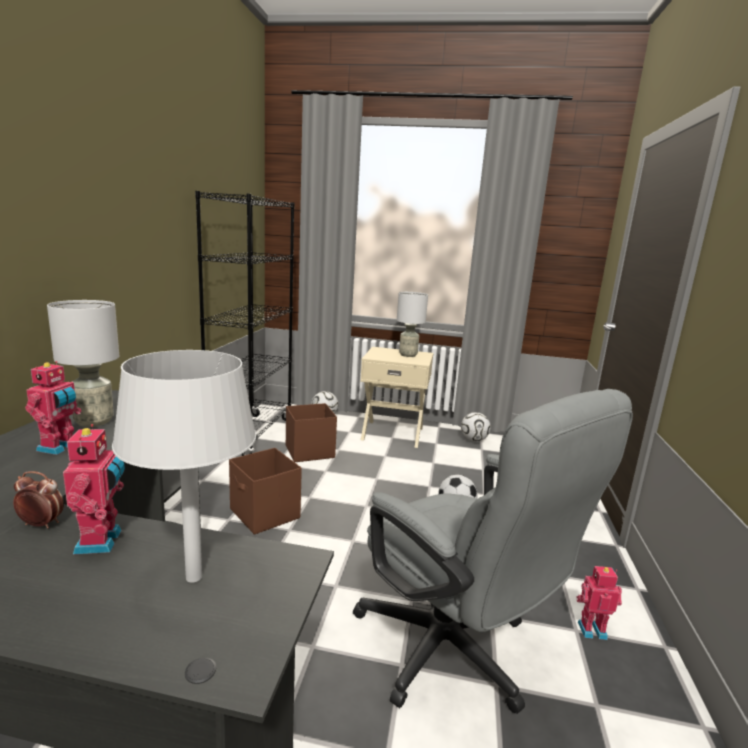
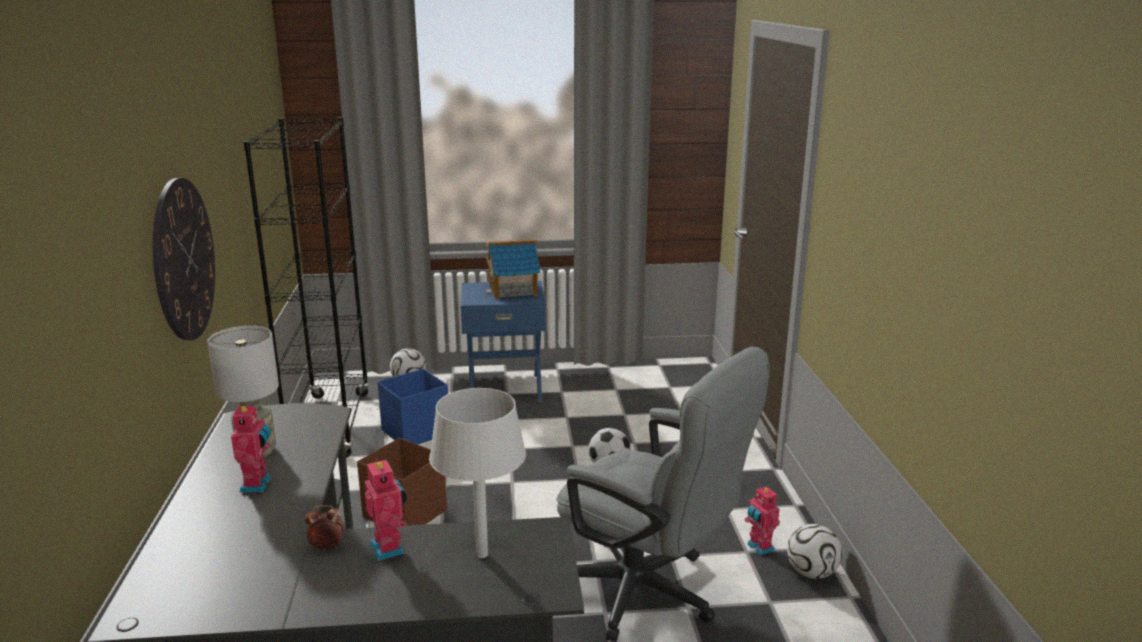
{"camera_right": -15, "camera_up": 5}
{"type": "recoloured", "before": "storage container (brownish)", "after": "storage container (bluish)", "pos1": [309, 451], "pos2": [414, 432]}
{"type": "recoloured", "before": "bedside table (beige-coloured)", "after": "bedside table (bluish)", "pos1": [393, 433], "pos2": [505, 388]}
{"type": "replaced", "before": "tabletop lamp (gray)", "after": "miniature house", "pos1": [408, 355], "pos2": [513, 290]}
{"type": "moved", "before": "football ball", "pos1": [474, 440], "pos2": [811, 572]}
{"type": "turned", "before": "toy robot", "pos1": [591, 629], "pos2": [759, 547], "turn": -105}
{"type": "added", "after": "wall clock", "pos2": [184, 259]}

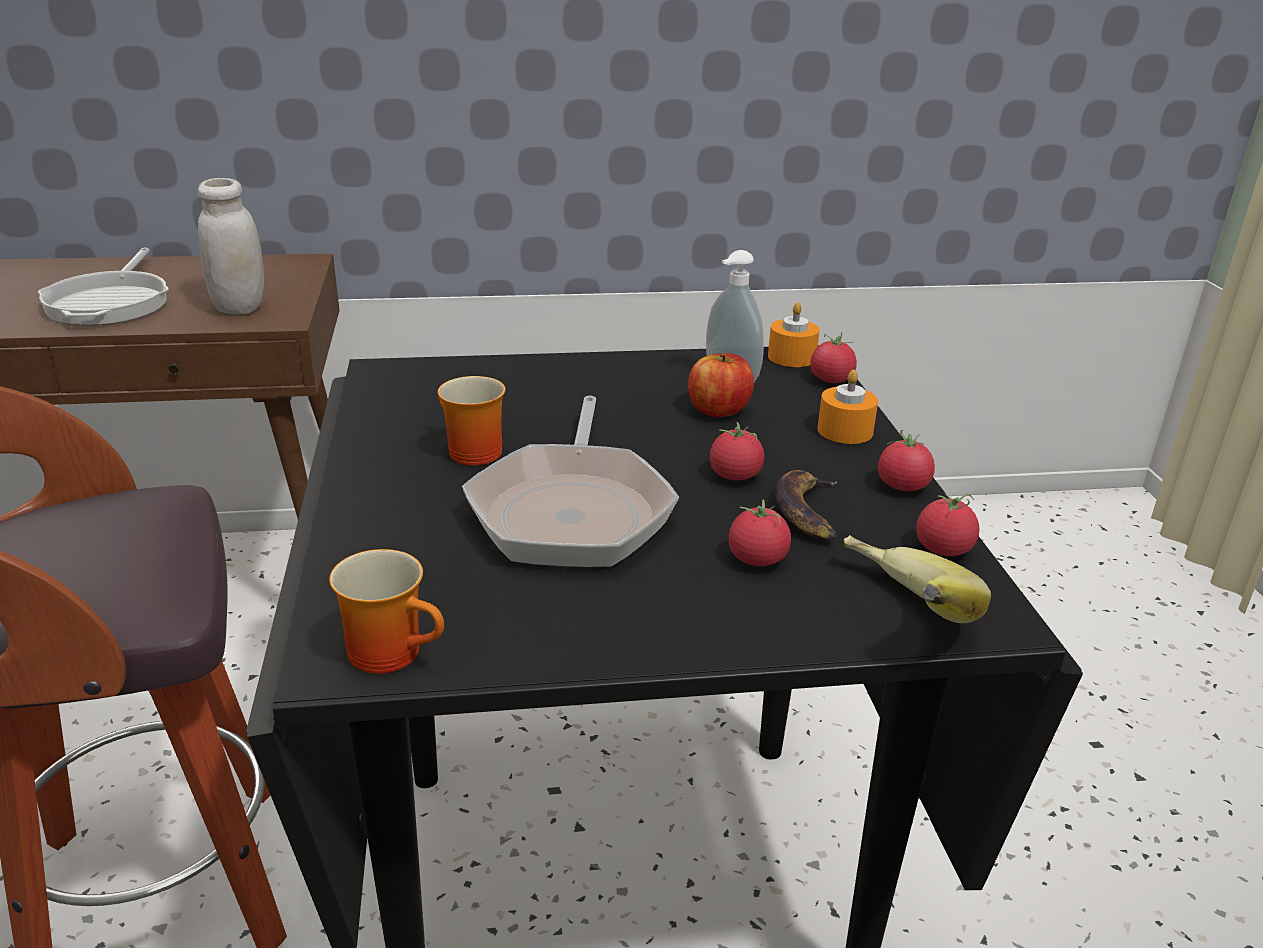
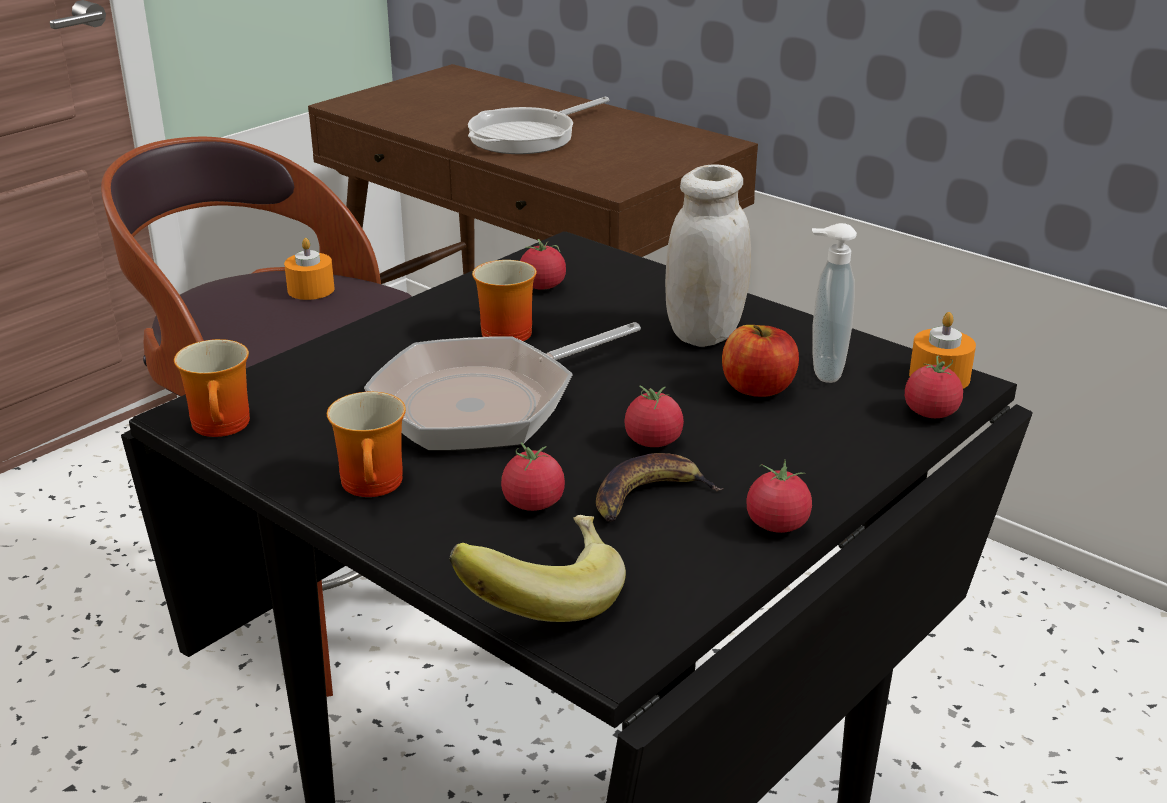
{"camera_right": 50, "camera_up": 0}
{"type": "moved", "before": "jar (whitish)", "pos1": [239, 307], "pos2": [705, 333]}
{"type": "moved", "before": "candle (orange-coloured)", "pos1": [845, 431], "pos2": [311, 289]}
{"type": "moved", "before": "whole tomato", "pos1": [943, 549], "pos2": [542, 286]}
{"type": "added", "after": "coffee mug", "pos2": [377, 485]}

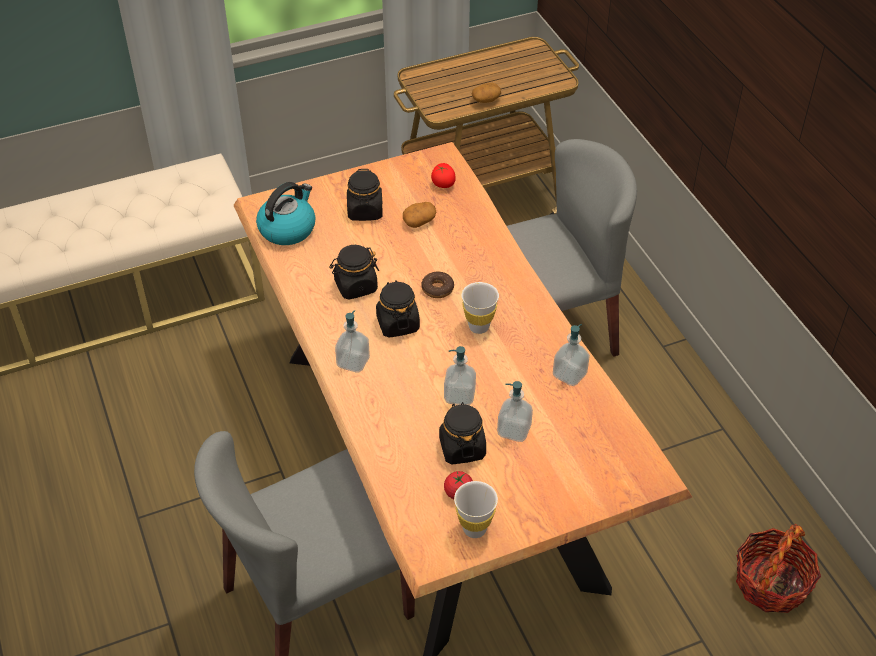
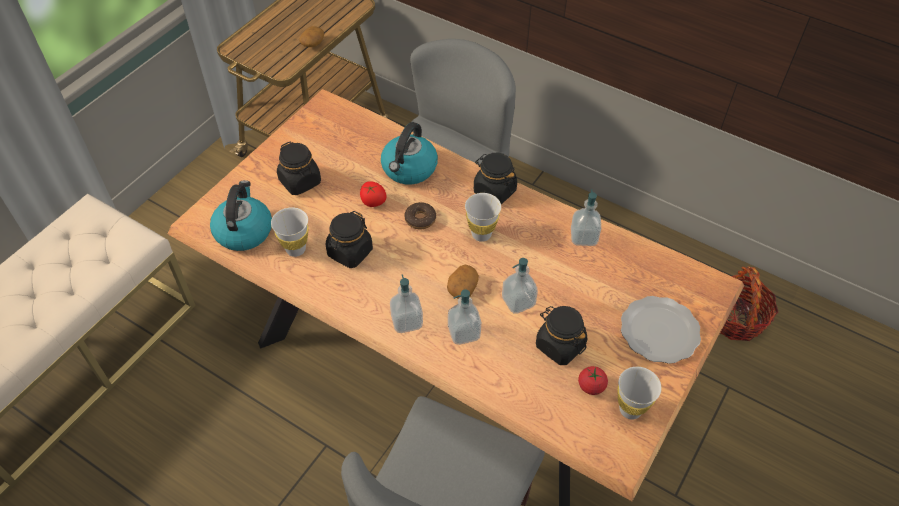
{"camera_right": -35, "camera_up": 5}
{"type": "moved", "before": "jar (blackish)", "pos1": [397, 323], "pos2": [494, 191]}
{"type": "moved", "before": "potato", "pos1": [419, 221], "pos2": [462, 288]}
{"type": "moved", "before": "whole tomato", "pos1": [443, 184], "pos2": [373, 202]}
{"type": "moved", "before": "soap bottle", "pos1": [514, 430], "pos2": [464, 332]}
{"type": "added", "after": "cup (whitish)", "pos2": [296, 249]}
{"type": "added", "after": "water kettle", "pos2": [409, 169]}
{"type": "added", "after": "dinner plate", "pos2": [658, 330]}

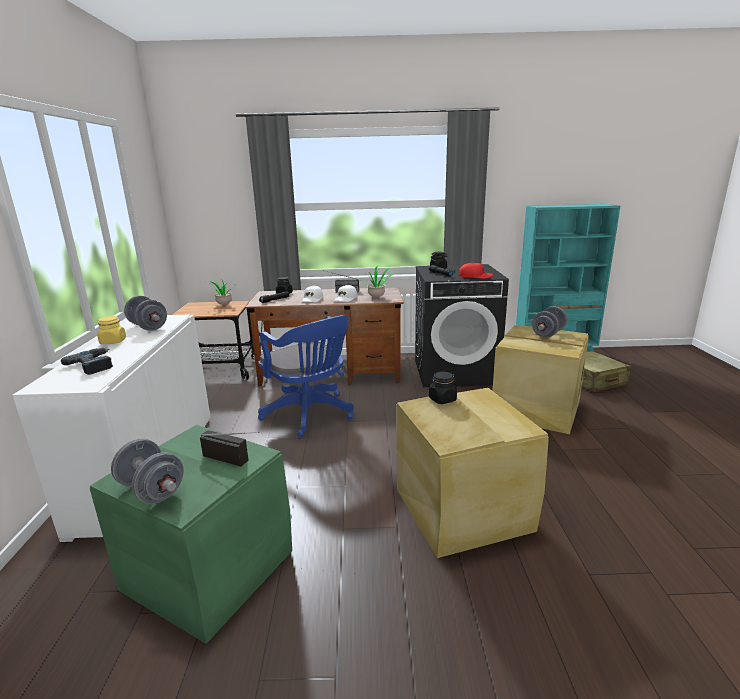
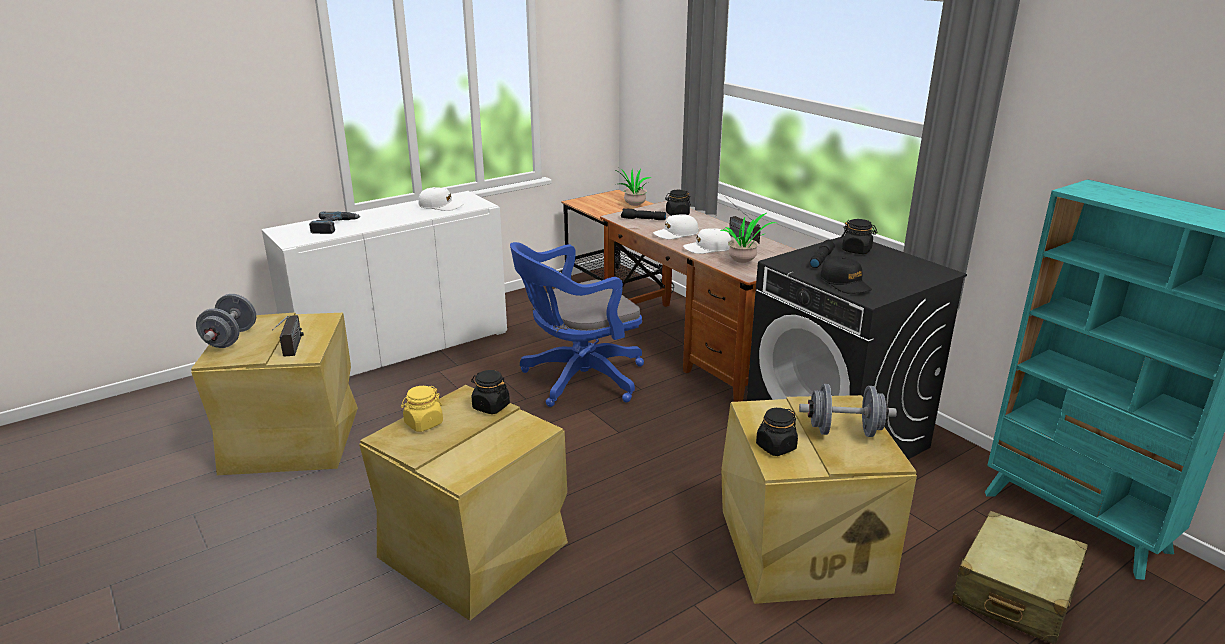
{"camera_right": 55, "camera_up": 5}
{"type": "recoloured", "before": "storage container (green)", "after": "storage container (beige-coloured)", "pos1": [209, 567], "pos2": [294, 438]}
{"type": "moved", "before": "jar (yellow-coloured)", "pos1": [113, 342], "pos2": [423, 423]}
{"type": "replaced", "before": "free weight (gray)", "after": "baseball cap (whitish)", "pos1": [148, 327], "pos2": [441, 206]}
{"type": "turned", "before": "office chair (bluish)", "pos1": [310, 414], "pos2": [577, 380], "turn": 45}
{"type": "recoloured", "before": "baseball cap (red-coloured)", "after": "baseball cap (blackish)", "pos1": [475, 276], "pos2": [845, 283]}
{"type": "added", "after": "jar (blackish)", "pos2": [775, 447]}

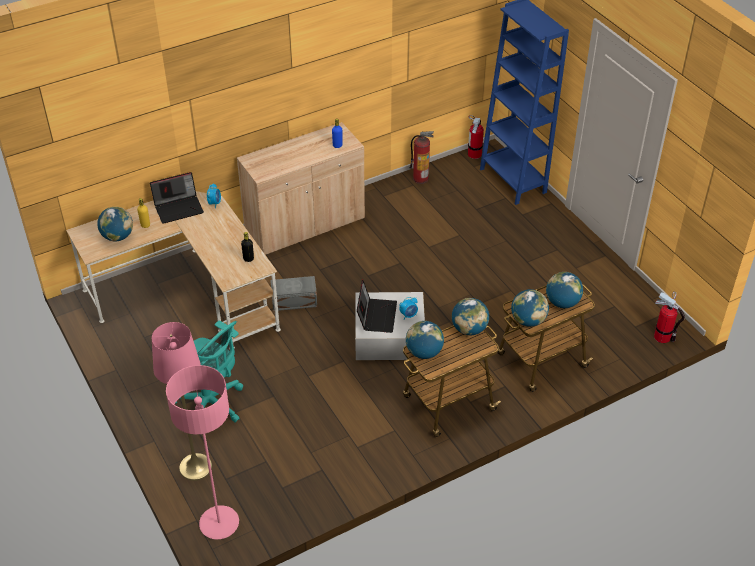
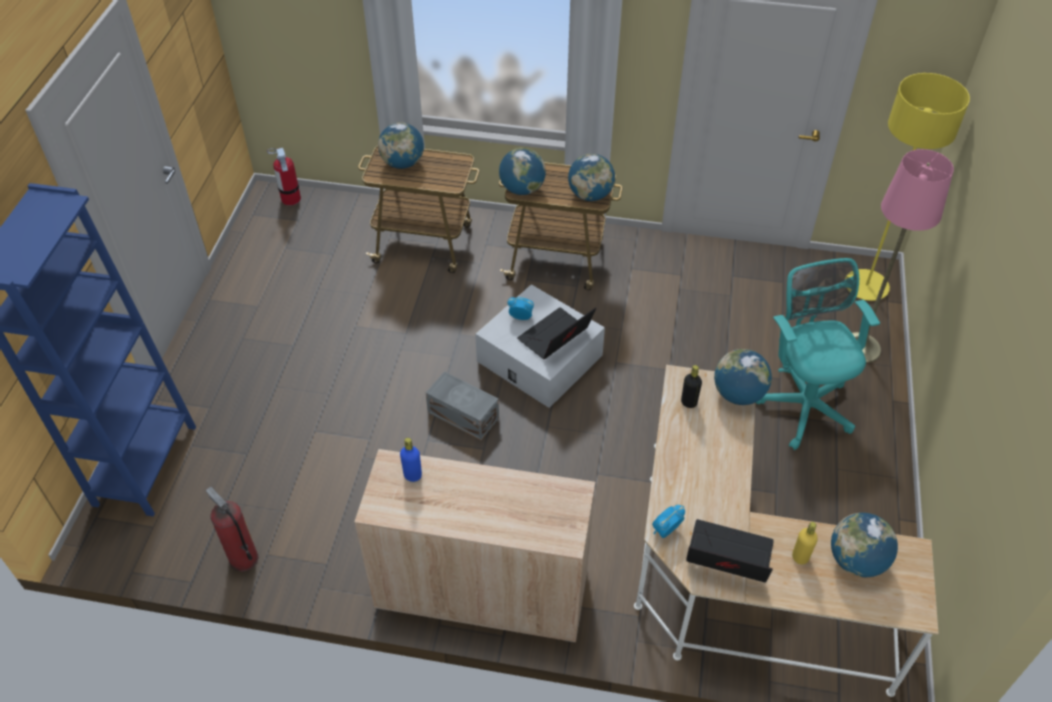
{"camera_right": -140, "camera_up": 5}
{"type": "recoloured", "before": "standing lamp (pinkish)", "after": "standing lamp (yellow-coloured)", "pos1": [219, 523], "pos2": [866, 286]}
{"type": "moved", "before": "storage container (gray)", "pos1": [295, 301], "pos2": [463, 414]}
{"type": "removed", "before": "extinguisher", "pos1": [474, 154]}
{"type": "moved", "before": "globe", "pos1": [528, 320], "pos2": [738, 394]}

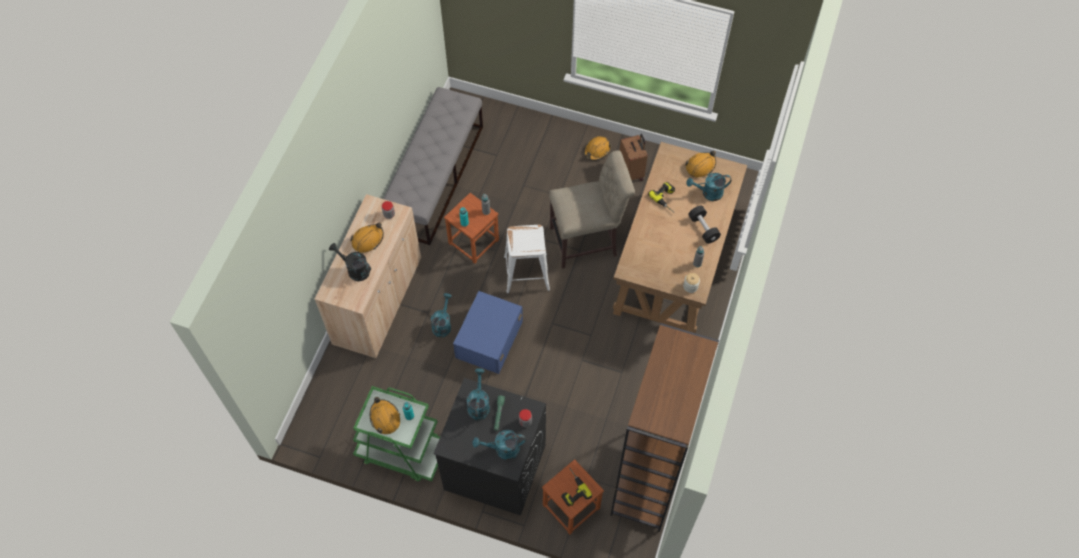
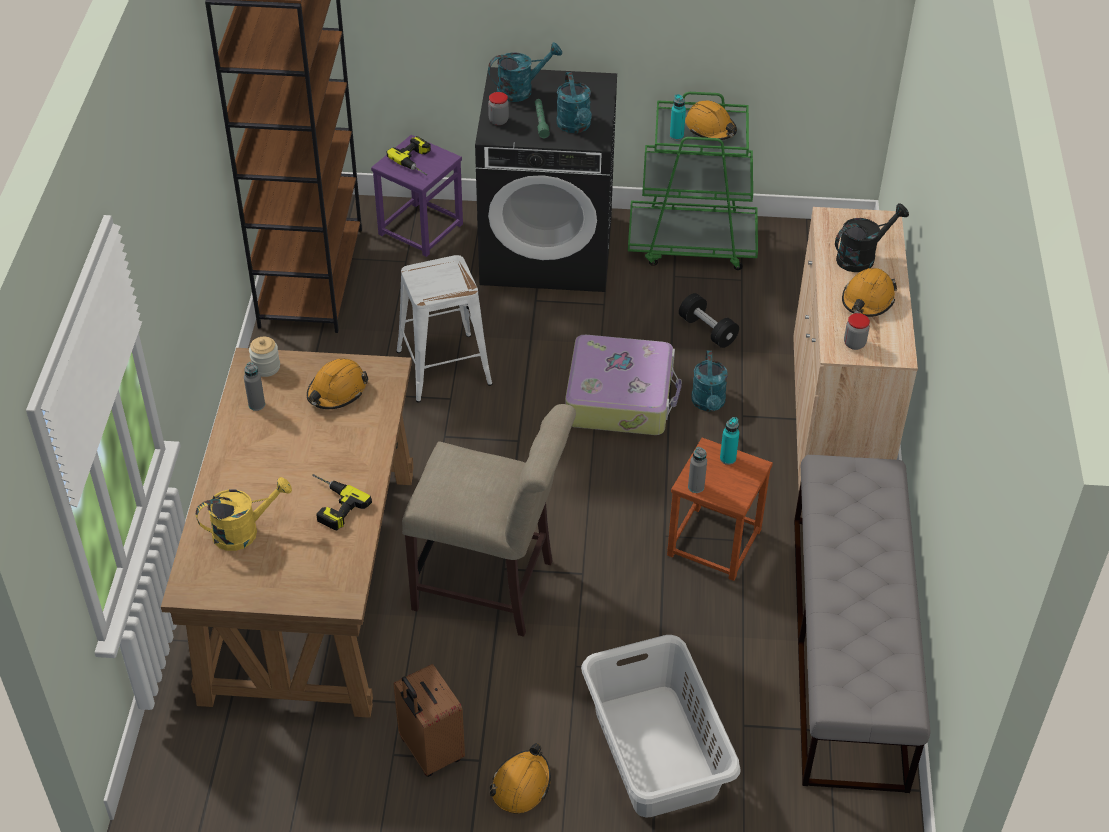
{"camera_right": 165, "camera_up": -15}
{"type": "turned", "before": "sprinkling can (blackish)", "pos1": [355, 270], "pos2": [861, 257], "turn": -45}
{"type": "replaced", "before": "storage container (bluish)", "after": "travel case", "pos1": [488, 340], "pos2": [620, 397]}
{"type": "moved", "before": "sitting stool (whitish)", "pos1": [526, 274], "pos2": [443, 366]}
{"type": "recoloured", "before": "sitting stool (brownish)", "after": "sitting stool (purplish)", "pos1": [571, 507], "pos2": [420, 229]}
{"type": "turned", "before": "upright chair (beige-coloured)", "pos1": [587, 241], "pos2": [491, 587], "turn": -135}
{"type": "moved", "before": "safety helmet (orange-coloured)", "pos1": [700, 166], "pos2": [337, 391]}
{"type": "recoloured", "before": "sprinkling can (turquoise-coloured)", "after": "sprinkling can (yellow-coloured)", "pos1": [708, 193], "pos2": [244, 531]}
{"type": "moved", "before": "free weight (blackish)", "pos1": [703, 229], "pos2": [707, 330]}
{"type": "added", "after": "washing basket (gray)", "pos2": [655, 752]}

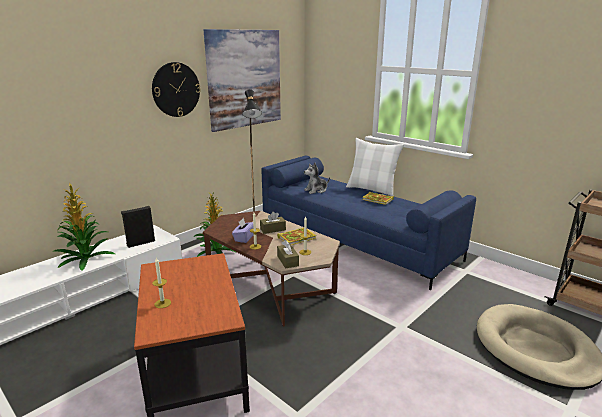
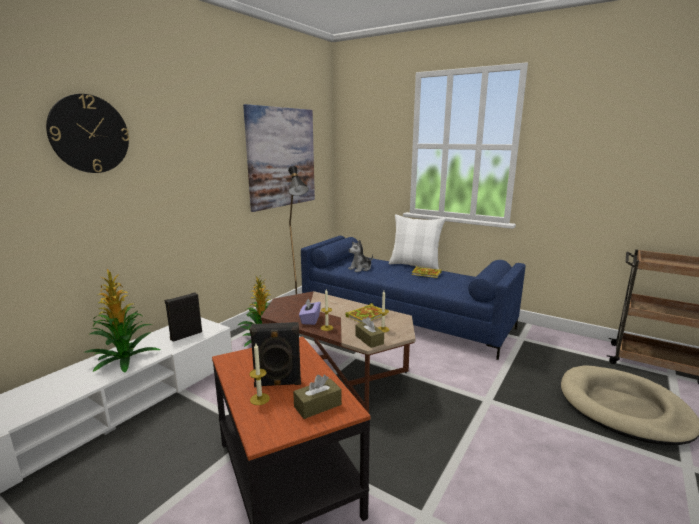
{"camera_right": -10, "camera_up": -5}
{"type": "moved", "before": "wall clock", "pos1": [176, 89], "pos2": [89, 134]}
{"type": "moved", "before": "box of tissues (brownish)", "pos1": [273, 229], "pos2": [317, 405]}
{"type": "added", "after": "loudspeaker (blackish)", "pos2": [278, 384]}

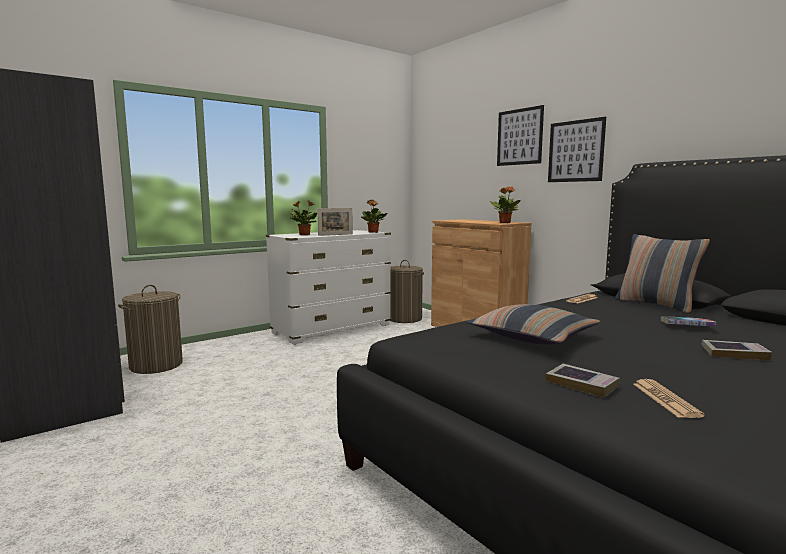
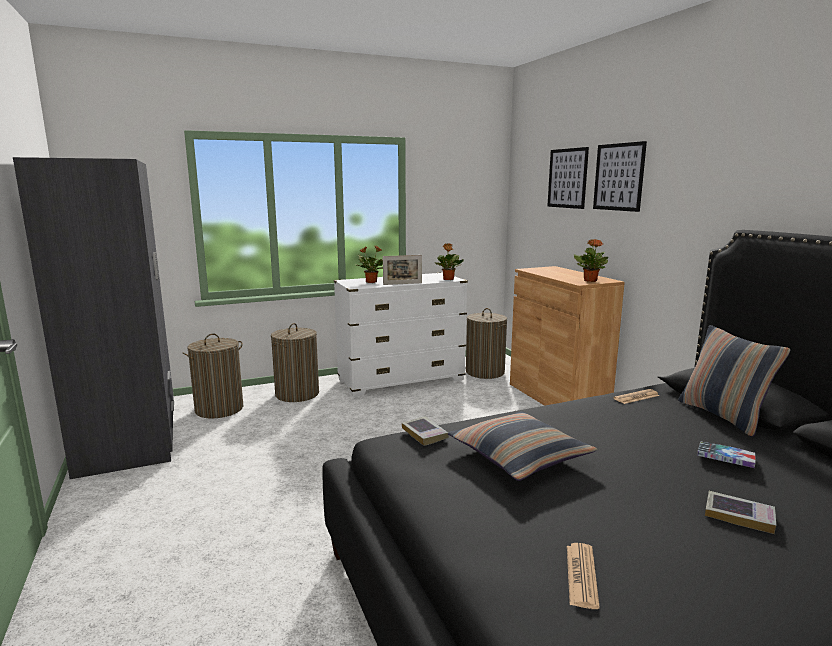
{"camera_right": 15, "camera_up": 5}
{"type": "moved", "before": "book", "pos1": [582, 384], "pos2": [424, 434]}
{"type": "moved", "before": "picture", "pos1": [575, 151], "pos2": [567, 178]}
{"type": "added", "after": "washing basket", "pos2": [297, 394]}

